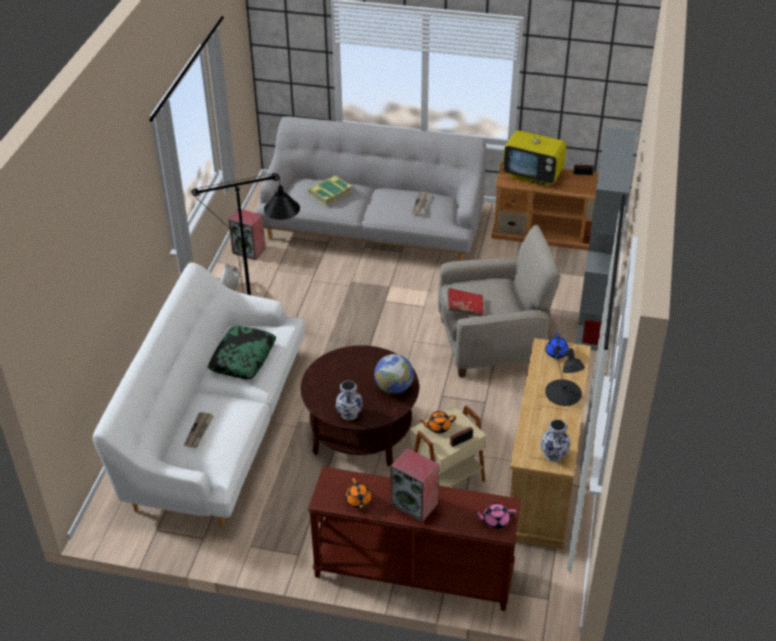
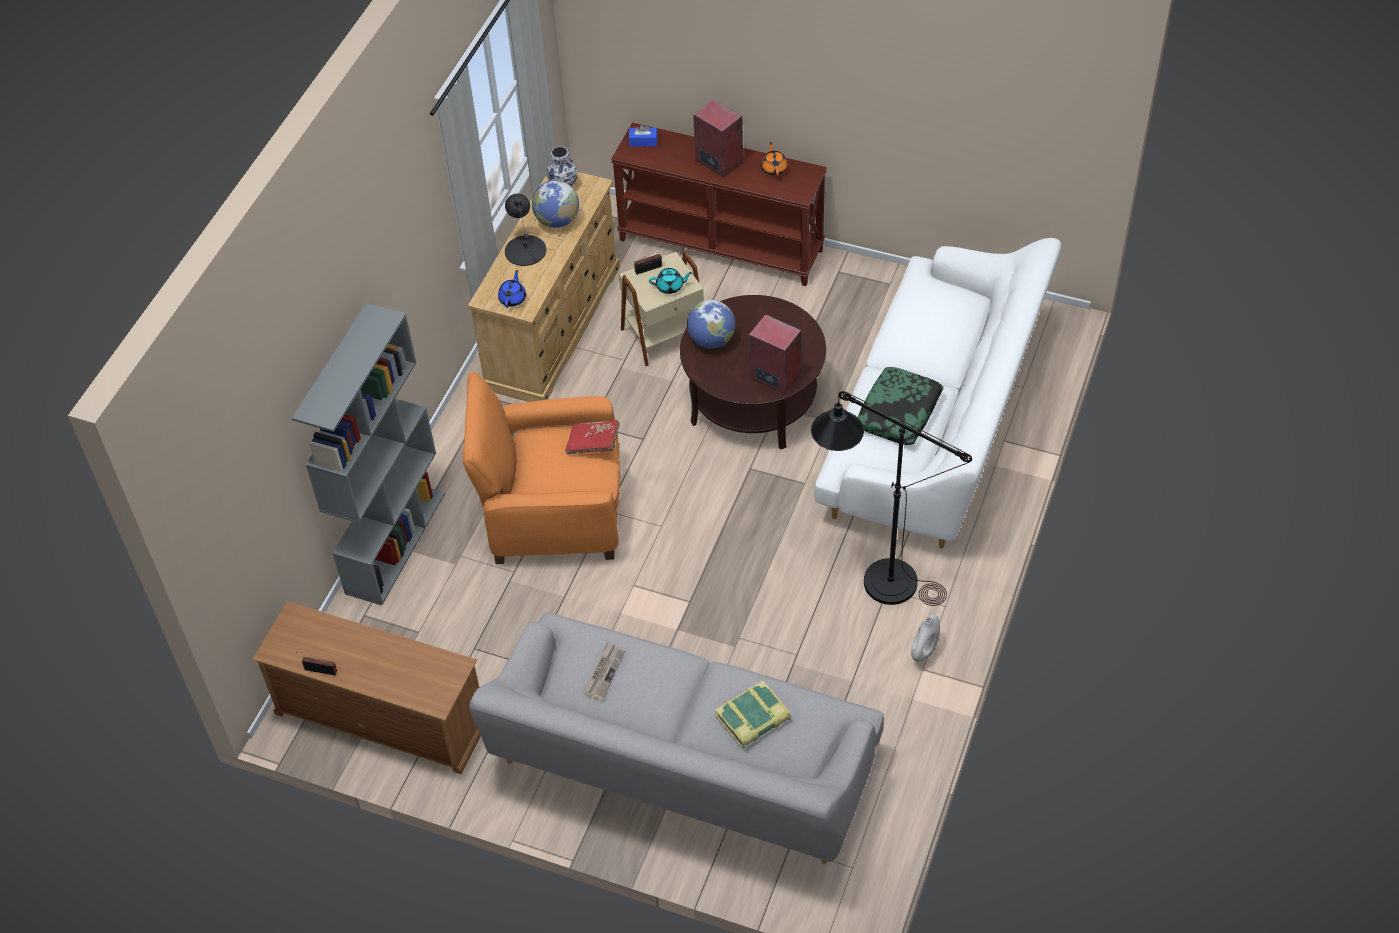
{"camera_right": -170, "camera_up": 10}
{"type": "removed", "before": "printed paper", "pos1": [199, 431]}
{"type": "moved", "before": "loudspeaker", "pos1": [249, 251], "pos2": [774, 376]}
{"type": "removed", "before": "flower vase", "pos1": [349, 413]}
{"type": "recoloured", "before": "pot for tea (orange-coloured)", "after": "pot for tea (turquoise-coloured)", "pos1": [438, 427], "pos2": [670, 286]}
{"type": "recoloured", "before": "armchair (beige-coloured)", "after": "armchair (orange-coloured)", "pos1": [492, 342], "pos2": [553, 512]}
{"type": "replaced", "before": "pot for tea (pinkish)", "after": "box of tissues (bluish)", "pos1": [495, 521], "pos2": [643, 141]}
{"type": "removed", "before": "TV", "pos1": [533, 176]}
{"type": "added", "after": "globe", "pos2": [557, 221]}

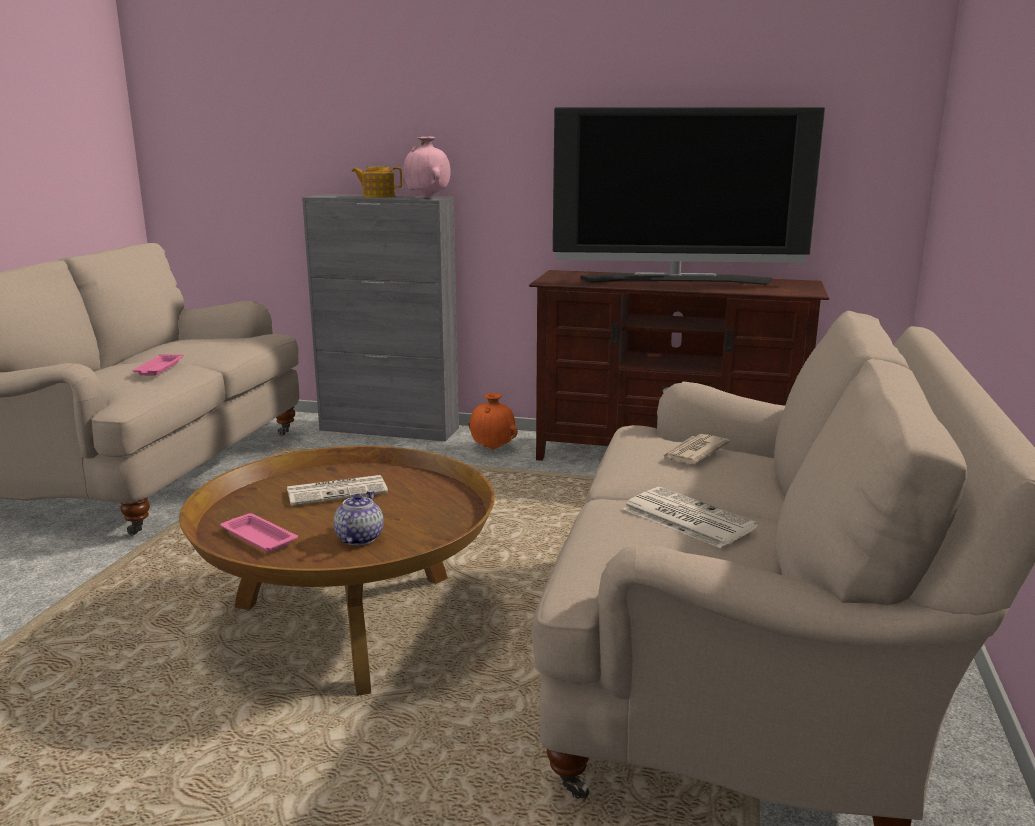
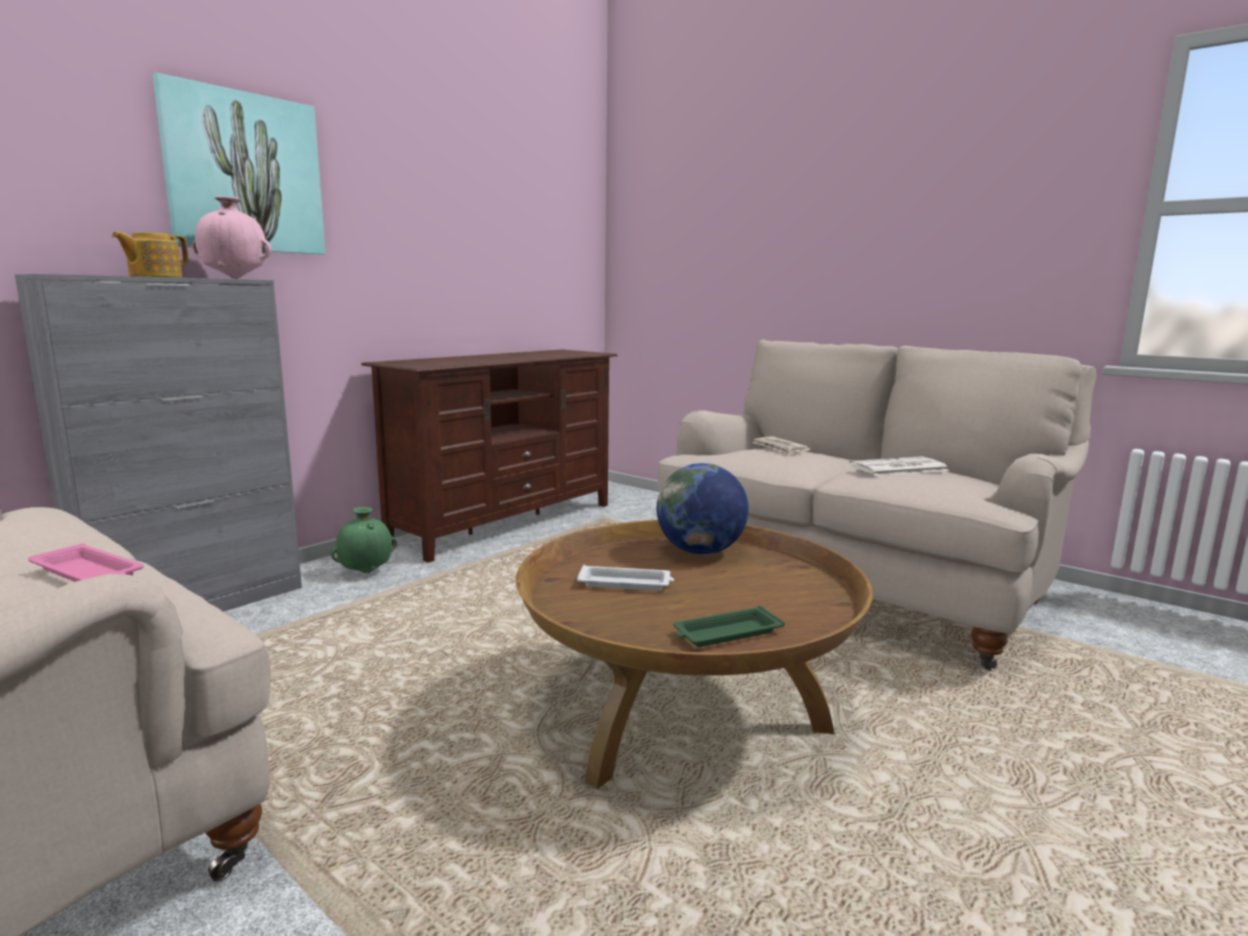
{"camera_right": -65, "camera_up": -5}
{"type": "recoloured", "before": "carrying tray (pinkish)", "after": "carrying tray (green)", "pos1": [258, 537], "pos2": [726, 633]}
{"type": "replaced", "before": "printed paper", "after": "carrying tray (whitish)", "pos1": [338, 491], "pos2": [626, 583]}
{"type": "removed", "before": "pot for tea", "pos1": [359, 538]}
{"type": "recoloured", "before": "flower vase (orange-coloured)", "after": "flower vase (green)", "pos1": [493, 448], "pos2": [366, 572]}
{"type": "removed", "before": "TV", "pos1": [676, 280]}
{"type": "added", "after": "picture", "pos2": [245, 173]}
{"type": "added", "after": "globe", "pos2": [700, 552]}

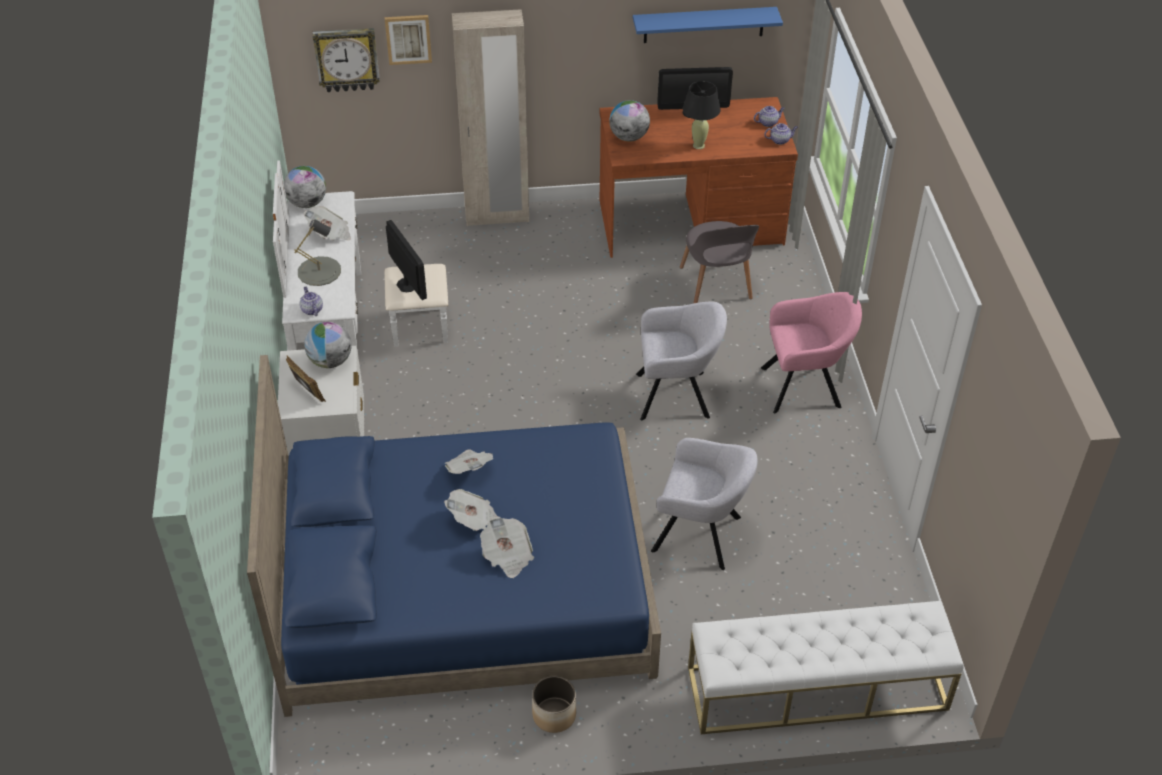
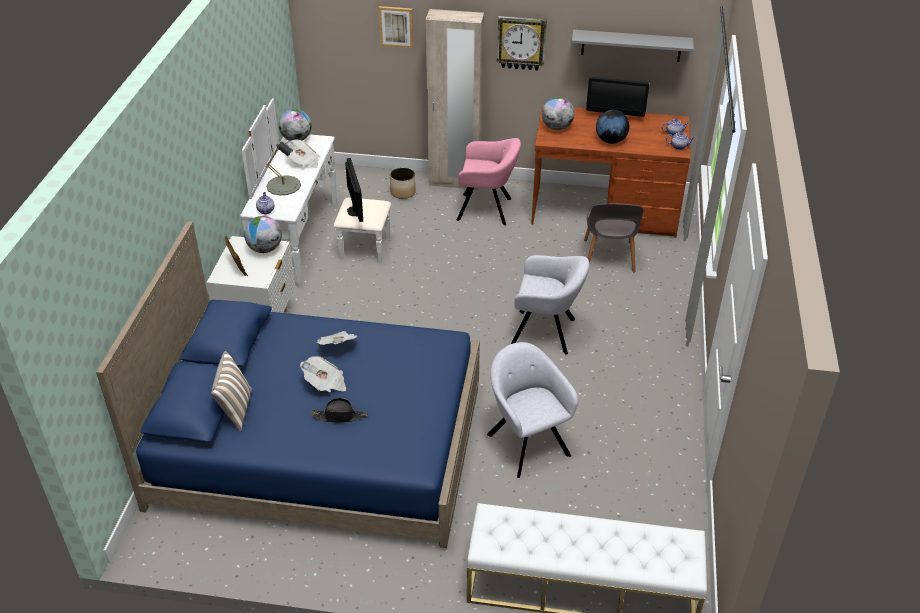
{"camera_right": 15, "camera_up": -5}
{"type": "moved", "before": "wall clock", "pos1": [347, 59], "pos2": [521, 42]}
{"type": "replaced", "before": "printed paper", "after": "clothing hat (blackish)", "pos1": [507, 556], "pos2": [340, 416]}
{"type": "moved", "before": "flower pot", "pos1": [554, 714], "pos2": [403, 192]}
{"type": "recoloured", "before": "shelf (bluish)", "after": "shelf (gray)", "pos1": [704, 24], "pos2": [631, 45]}
{"type": "turned", "before": "armchair (gray)", "pos1": [700, 535], "pos2": [526, 442], "turn": -150}
{"type": "replaced", "before": "tabletop lamp (blackish)", "after": "globe", "pos1": [699, 145], "pos2": [610, 141]}
{"type": "moved", "before": "armchair (pinkish)", "pos1": [804, 387], "pos2": [487, 209]}
{"type": "added", "after": "throw pillow", "pos2": [235, 410]}

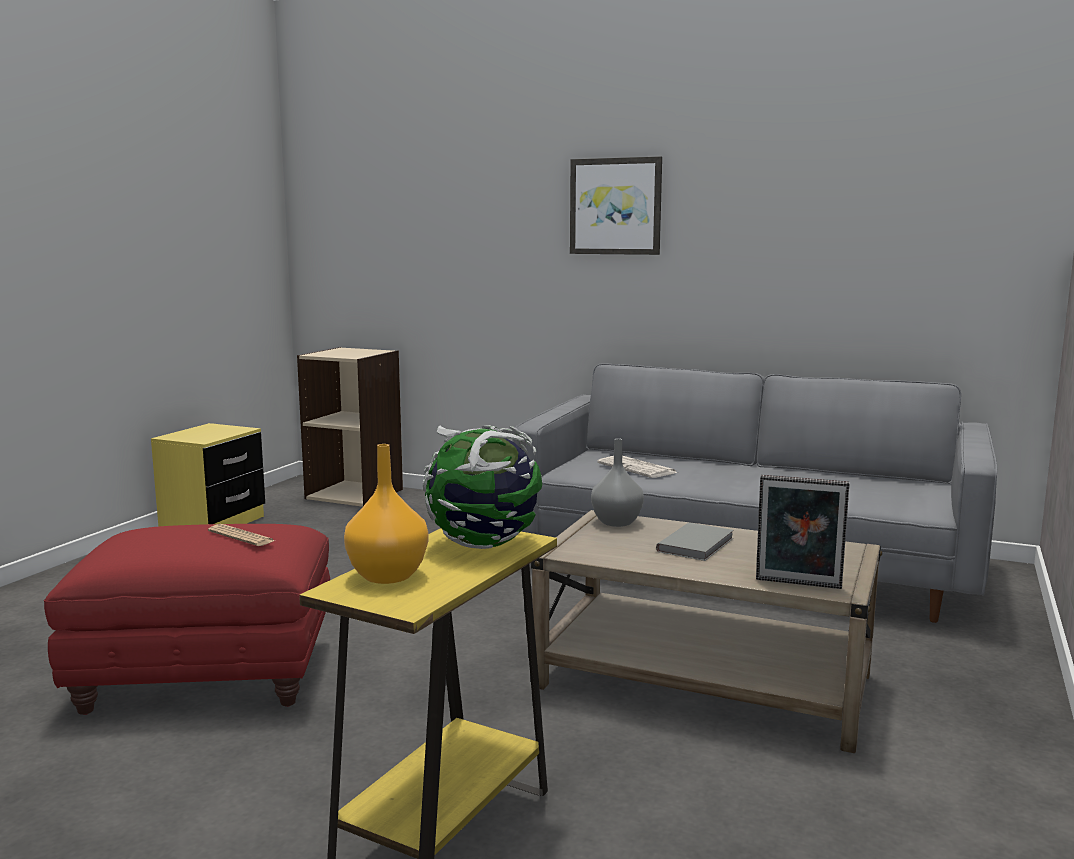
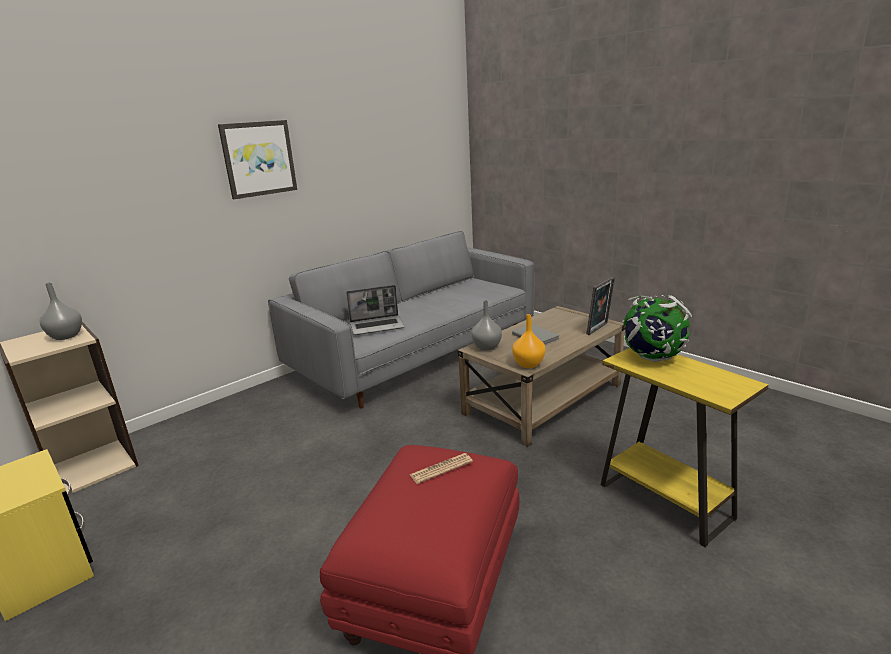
{"camera_right": -65, "camera_up": 10}
{"type": "moved", "before": "flower vase (orange-coloured)", "pos1": [388, 576], "pos2": [529, 364]}
{"type": "replaced", "before": "printed paper", "after": "notebook computer", "pos1": [638, 468], "pos2": [377, 326]}
{"type": "added", "after": "flower vase (gray)", "pos2": [66, 336]}

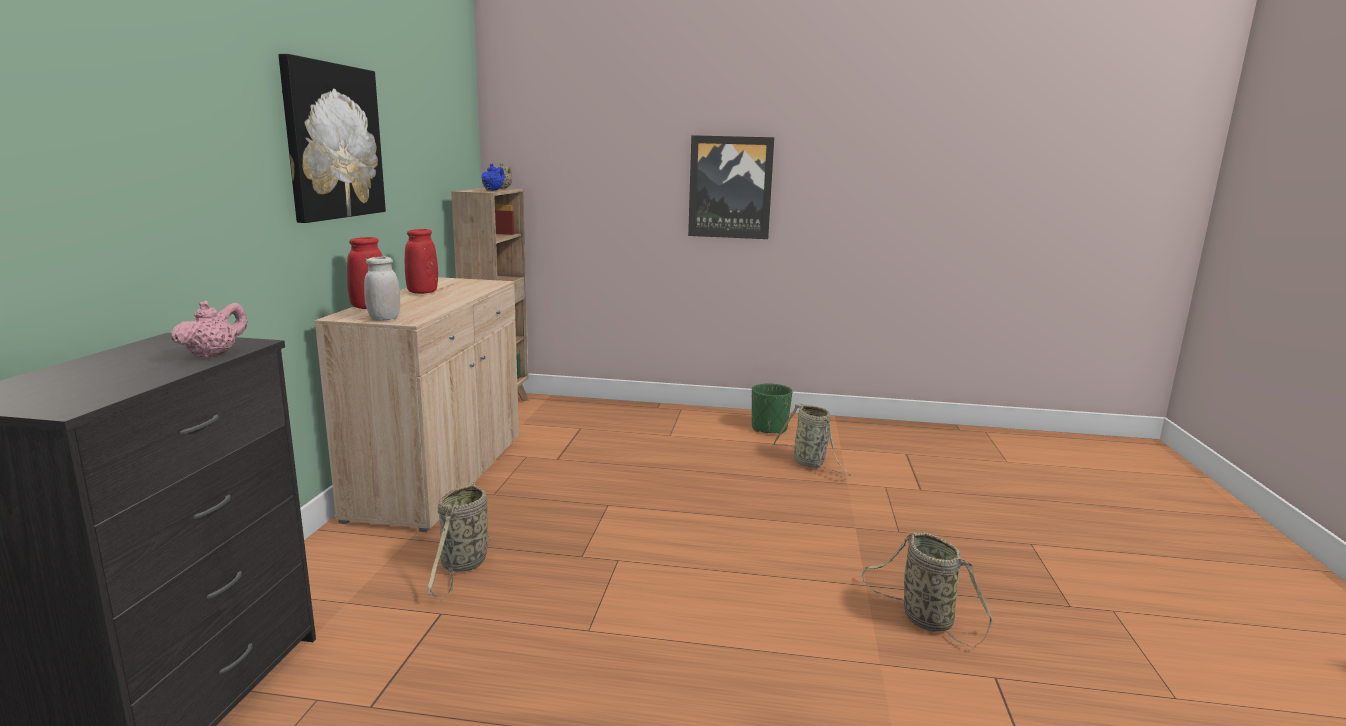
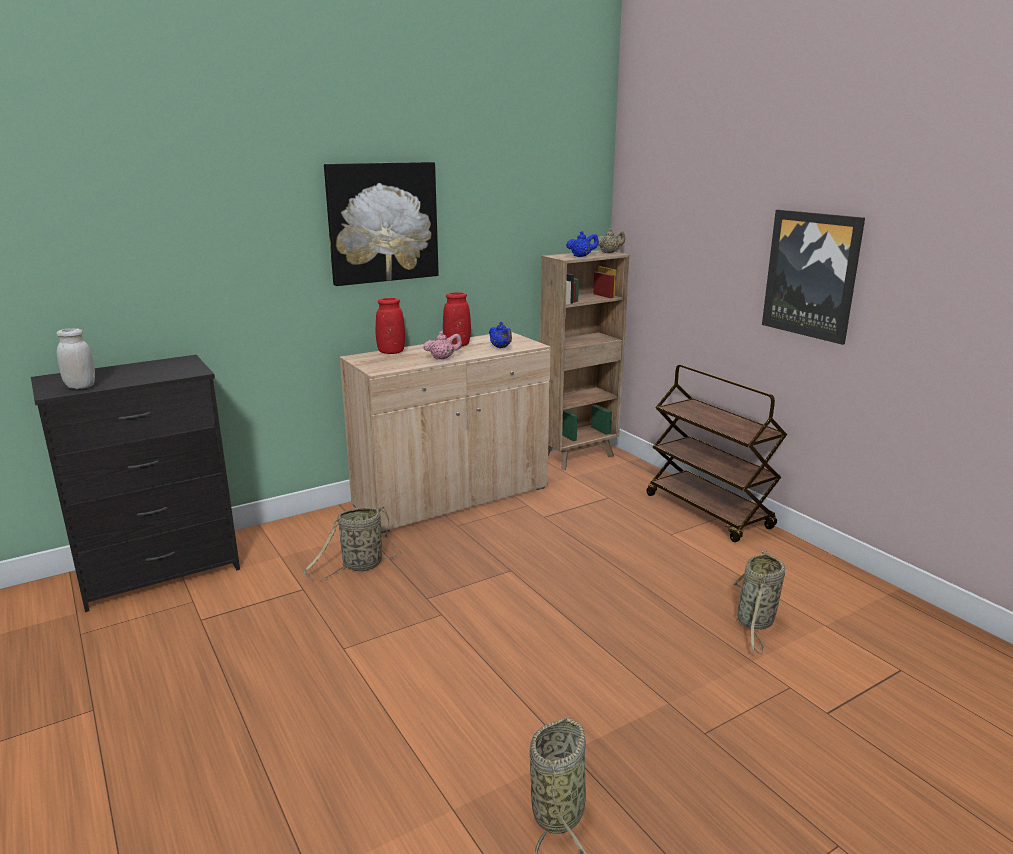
{"camera_right": 50, "camera_up": 5}
{"type": "moved", "before": "pot for tea (pinkish)", "pos1": [214, 355], "pos2": [443, 358]}
{"type": "moved", "before": "jar (whitish)", "pos1": [384, 319], "pos2": [80, 386]}
{"type": "removed", "before": "flower pot (green)", "pos1": [769, 429]}
{"type": "added", "after": "pot for tea (bluish)", "pos2": [501, 347]}
{"type": "added", "after": "trolley (brownish)", "pos2": [709, 511]}

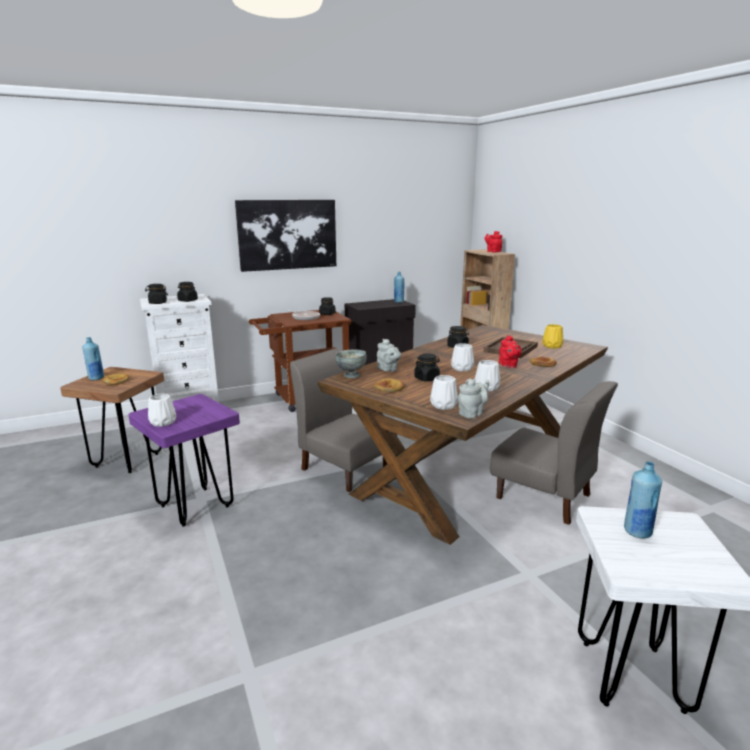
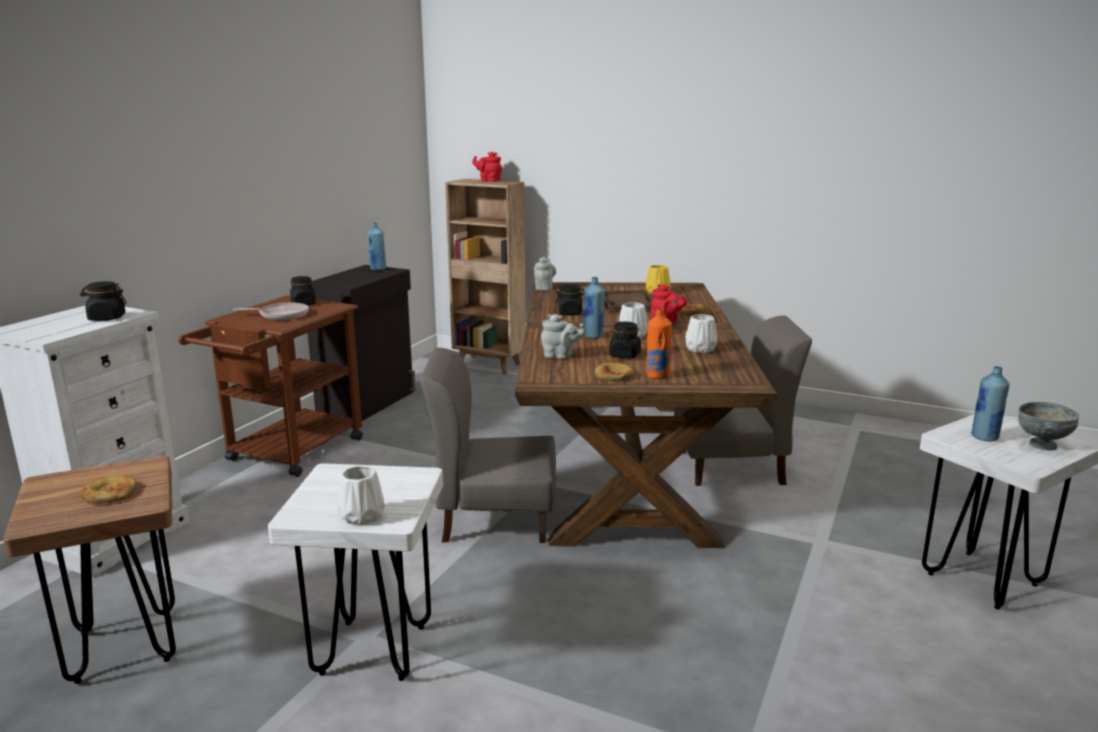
{"camera_right": -40, "camera_up": 0}
{"type": "moved", "before": "drink bottle (bluish)", "pos1": [96, 378], "pos2": [593, 336]}
{"type": "recoloured", "before": "sitting stool (purplish)", "after": "sitting stool (whitish)", "pos1": [195, 506], "pos2": [373, 649]}
{"type": "removed", "before": "jar (blackish)", "pos1": [158, 303]}
{"type": "removed", "before": "picture", "pos1": [287, 234]}
{"type": "moved", "before": "serving bowl (gray)", "pos1": [351, 375], "pos2": [1042, 445]}
{"type": "removed", "before": "flower vase (whitish)", "pos1": [444, 405]}
{"type": "moved", "before": "pot for tea (gray)", "pos1": [472, 413], "pos2": [544, 288]}
{"type": "added", "after": "drink bottle (orange-coloured)", "pos2": [657, 376]}

